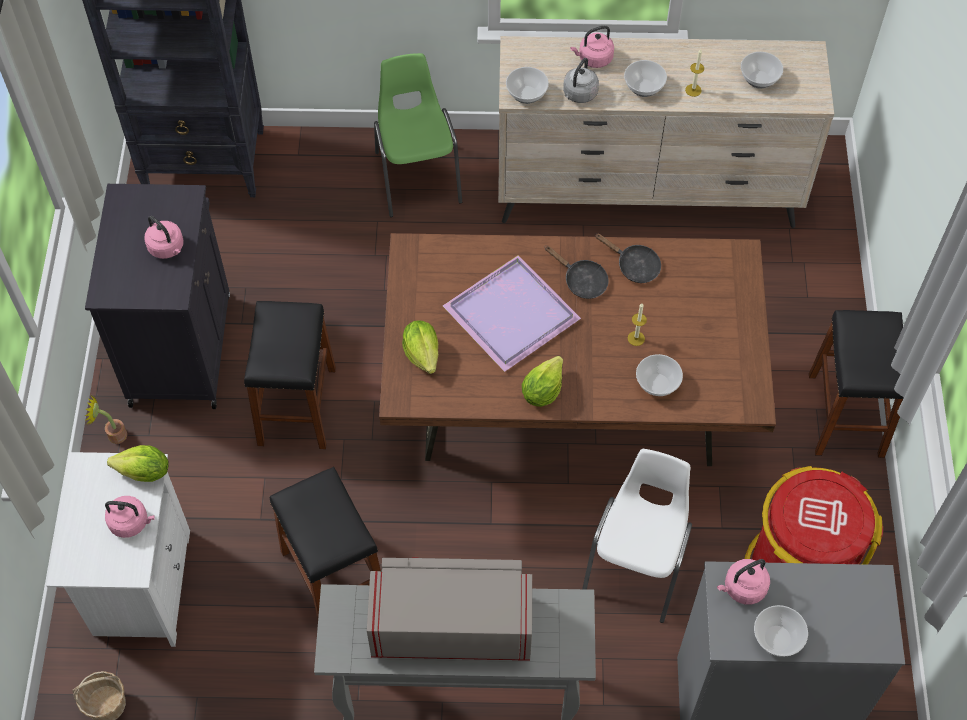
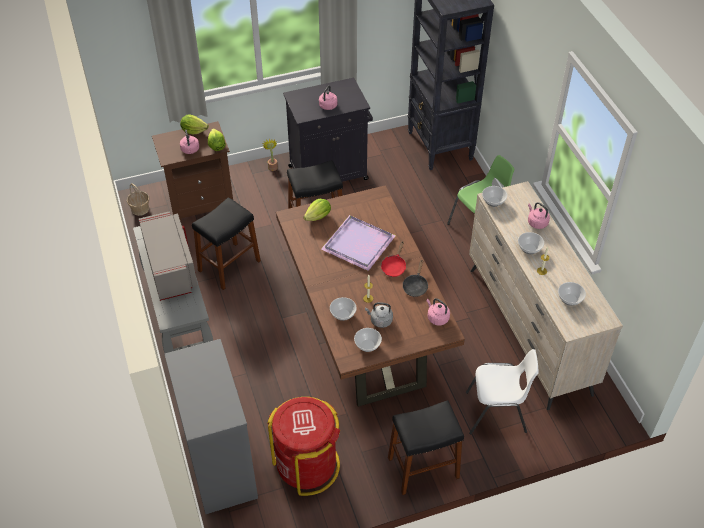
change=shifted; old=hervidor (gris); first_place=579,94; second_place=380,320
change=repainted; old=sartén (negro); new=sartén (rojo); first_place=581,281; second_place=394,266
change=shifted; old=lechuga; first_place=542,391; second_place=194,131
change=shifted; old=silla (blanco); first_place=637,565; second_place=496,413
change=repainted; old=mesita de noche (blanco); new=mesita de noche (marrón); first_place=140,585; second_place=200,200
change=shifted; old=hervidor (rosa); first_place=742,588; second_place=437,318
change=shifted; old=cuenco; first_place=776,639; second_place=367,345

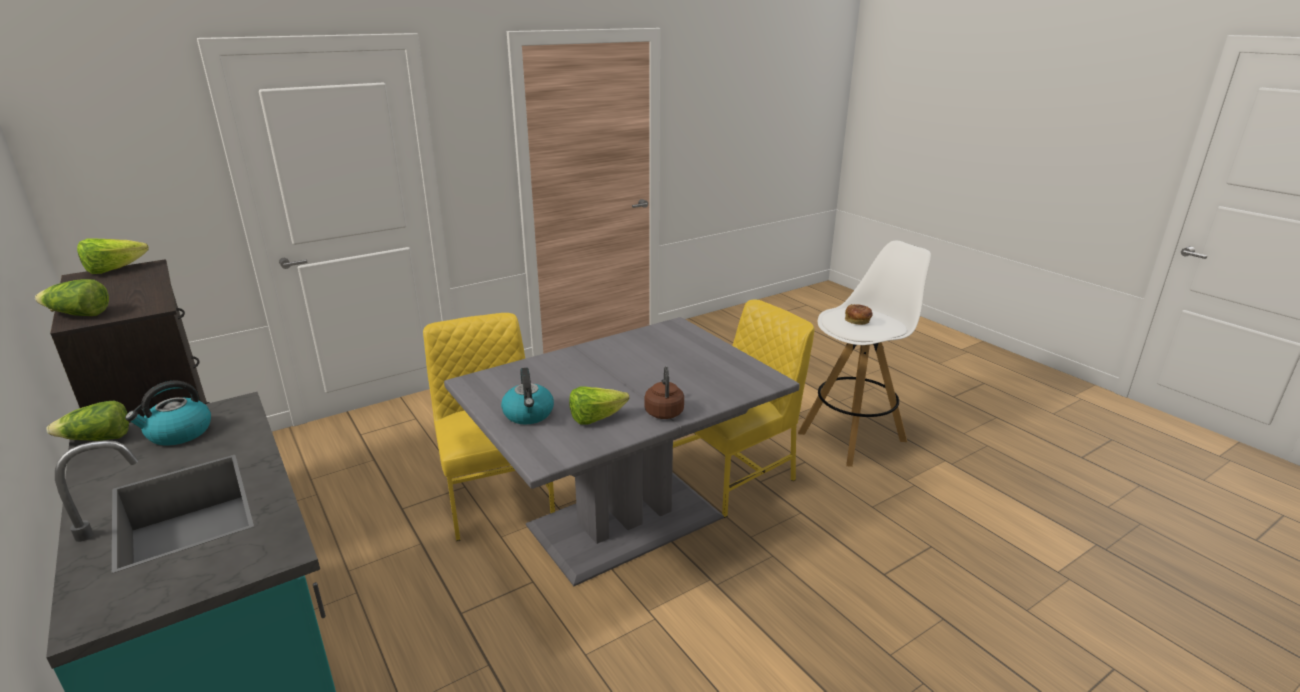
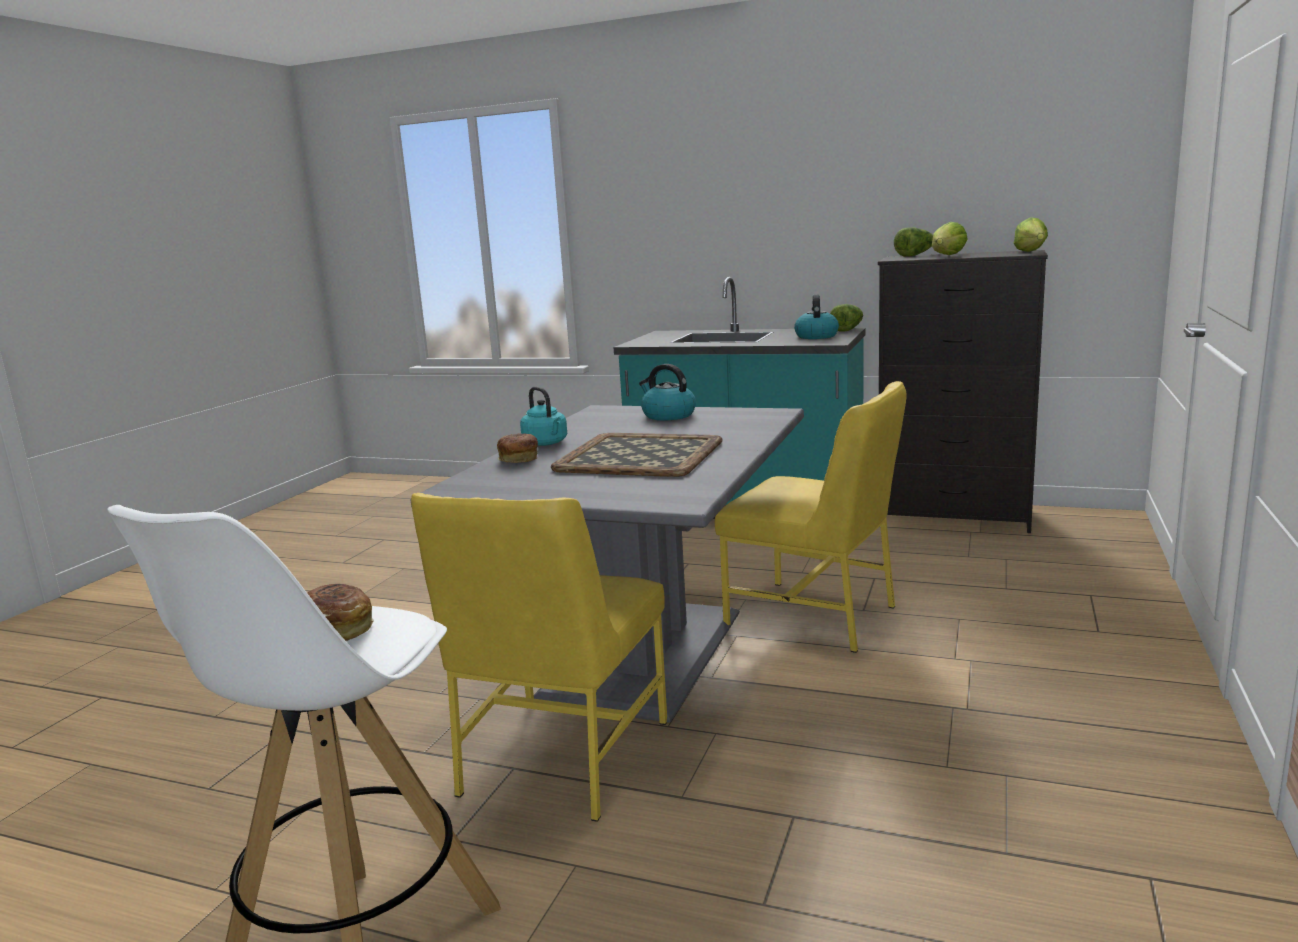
change=repainted; old=hervidor (marrón); new=hervidor (turquesa); first_place=664,411; second_place=546,443
change=shifted; old=lechuga; first_place=595,418; second_place=947,255
change=new; new=pan; second_place=518,459
change=new; new=bandeja; second_place=640,456

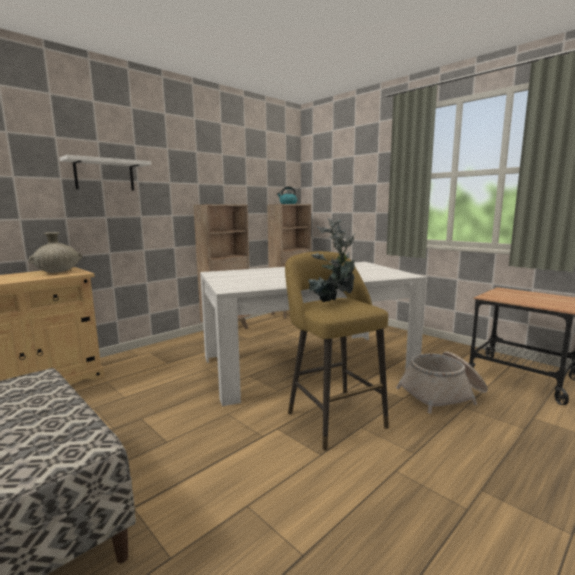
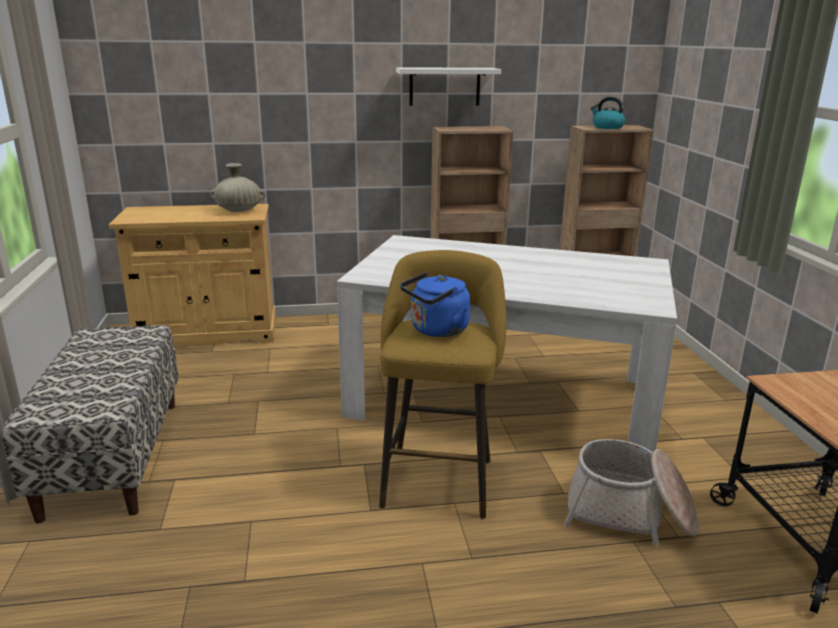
change=shifted; old=estante (blanco); first_place=104,175; second_place=444,86
change=swapped; old=planta en maceta; new=hervidor (azul); first_place=333,303; second_place=436,330

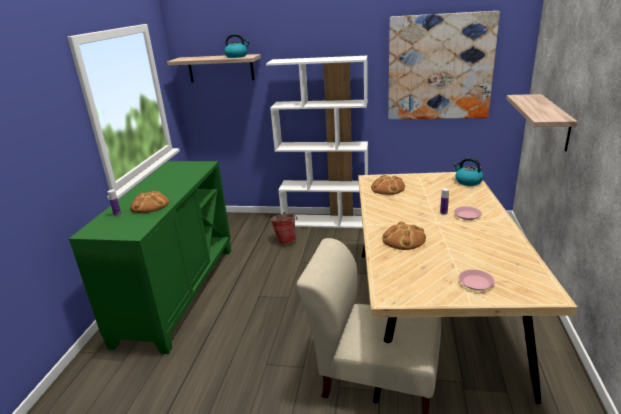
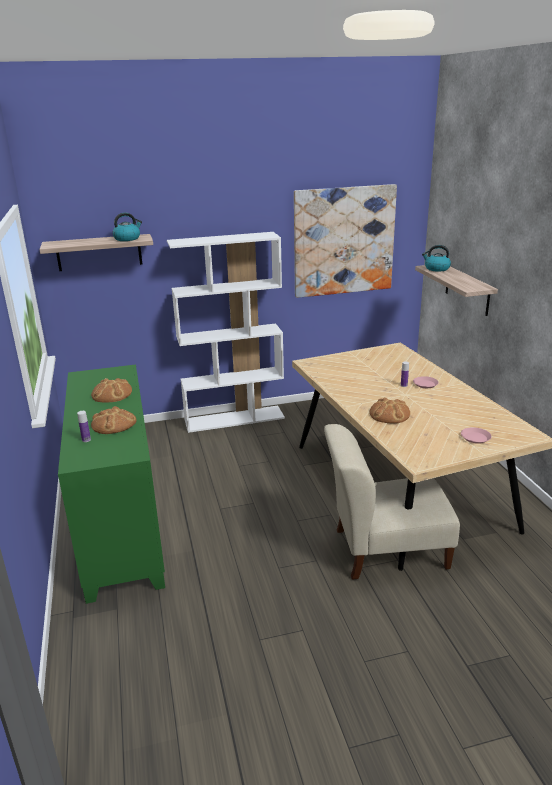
change=shifted; old=hervidor; first_place=468,181; second_place=436,269
change=shifted; old=pan; first_place=387,188; second_place=112,393
change=gone; old=cubo; first_place=286,240

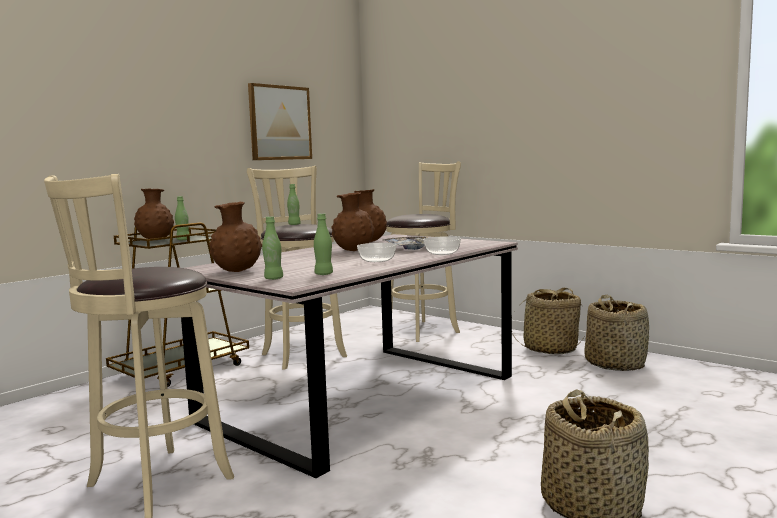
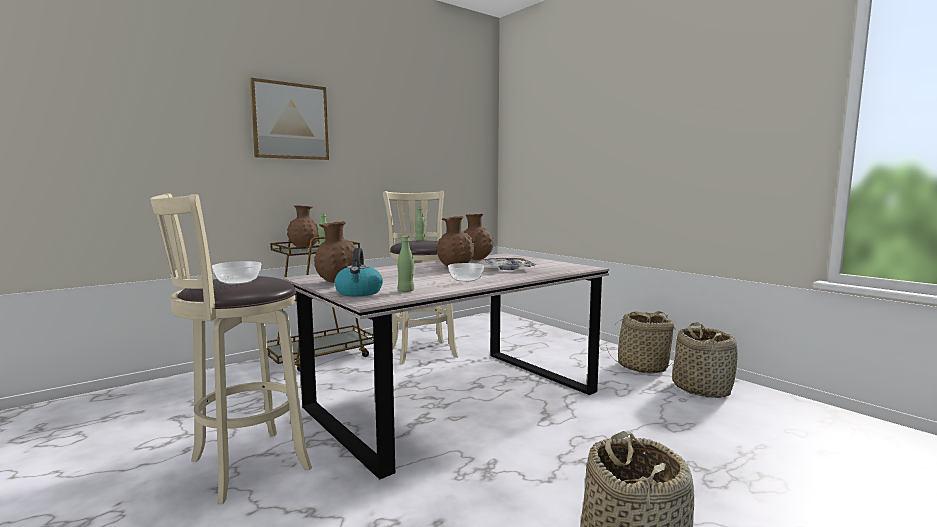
change=shifted; old=cuadro; first_place=279,123; second_place=290,121
change=gone; old=taburete (beis); first_place=424,330
change=swapped; old=botella (verde); new=hervidor; first_place=273,278; second_place=359,292
change=shifted; old=cuenco; first_place=442,253; second_place=237,282

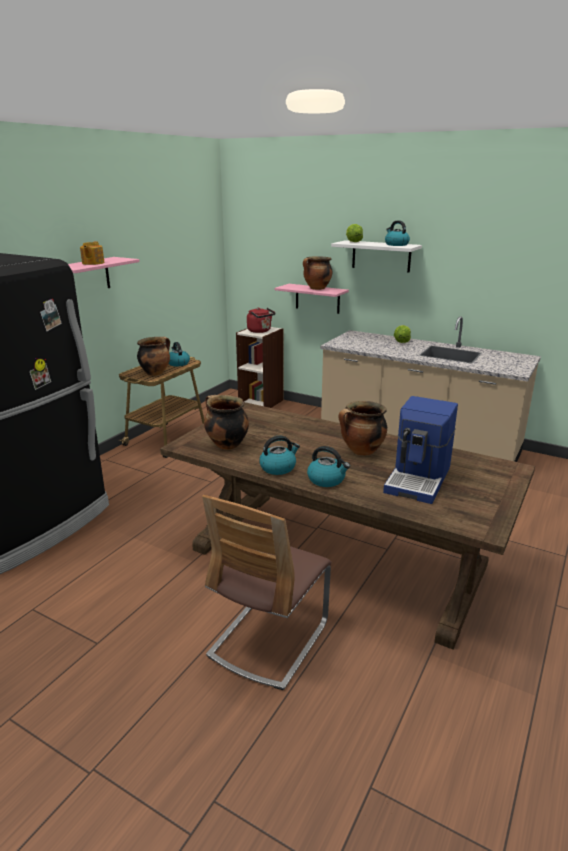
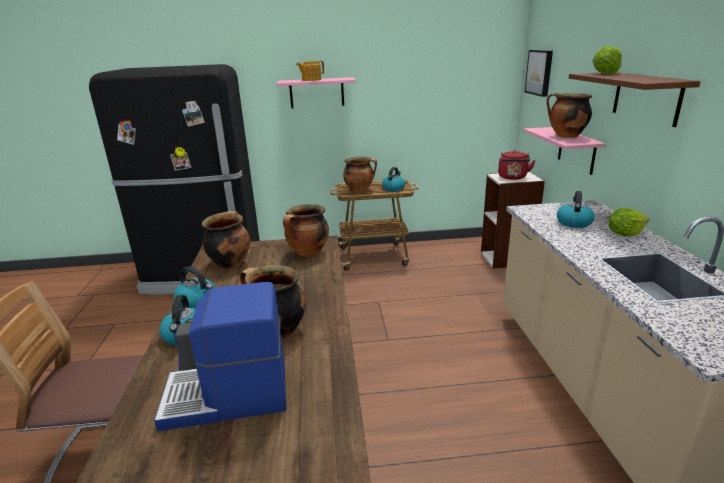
change=shifted; old=hervidor; first_place=396,244; second_place=573,222
change=repainted; old=estante (blanco); new=estante (marrón); first_place=381,256; second_place=646,97
change=new; new=cuadro; second_place=540,72
change=new; new=olla; second_place=308,253

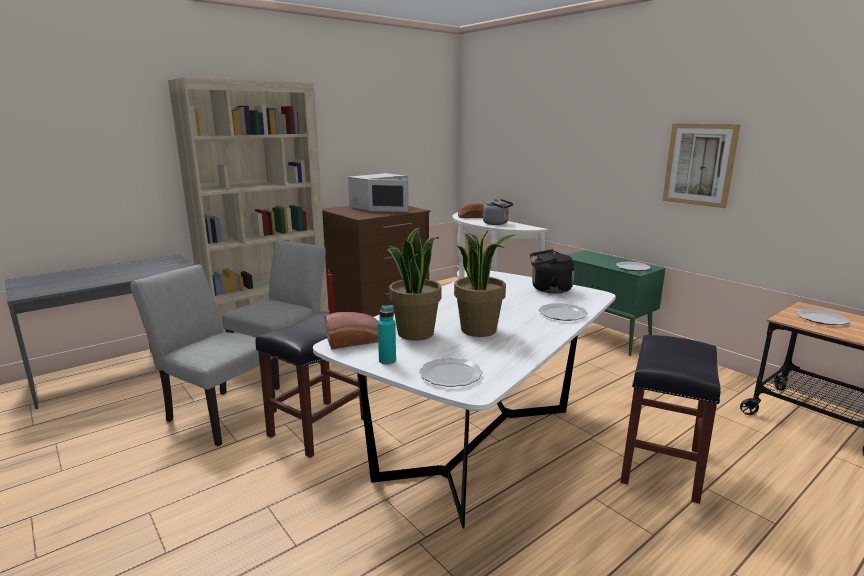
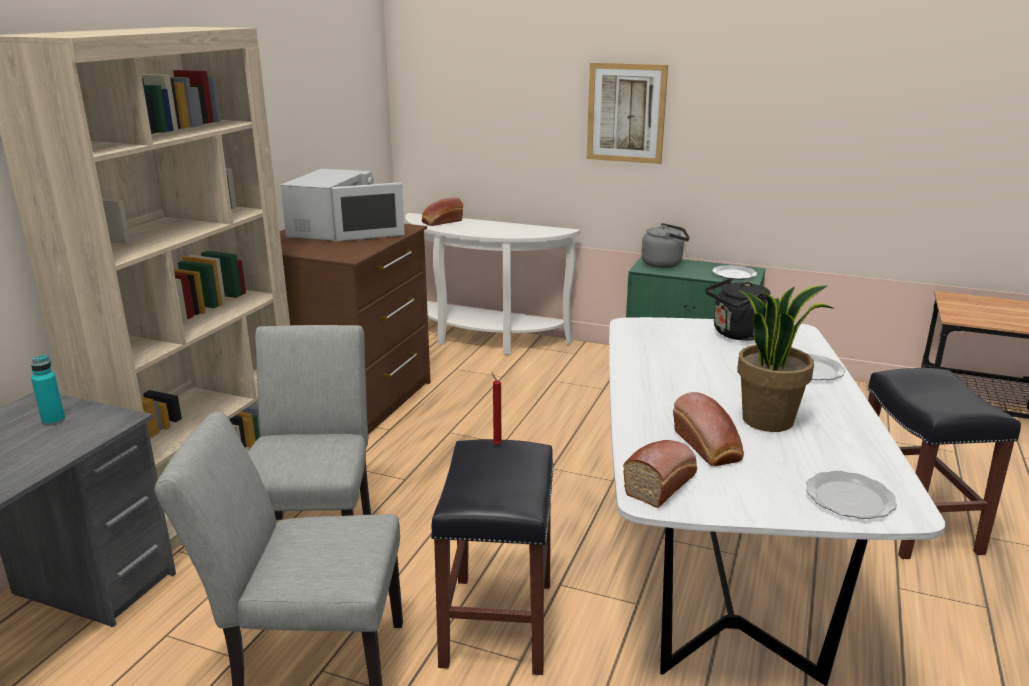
change=shifted; old=cuadro; first_place=699,164; second_place=626,113
change=shifted; old=hervidor (gris); first_place=497,223; second_place=664,264
change=swapped; old=planta en maceta; new=pan; first_place=415,333; second_place=708,447
change=shifted; old=botella (turquesa); first_place=387,360; second_place=53,421
change=gone; old=plato; first_place=820,319

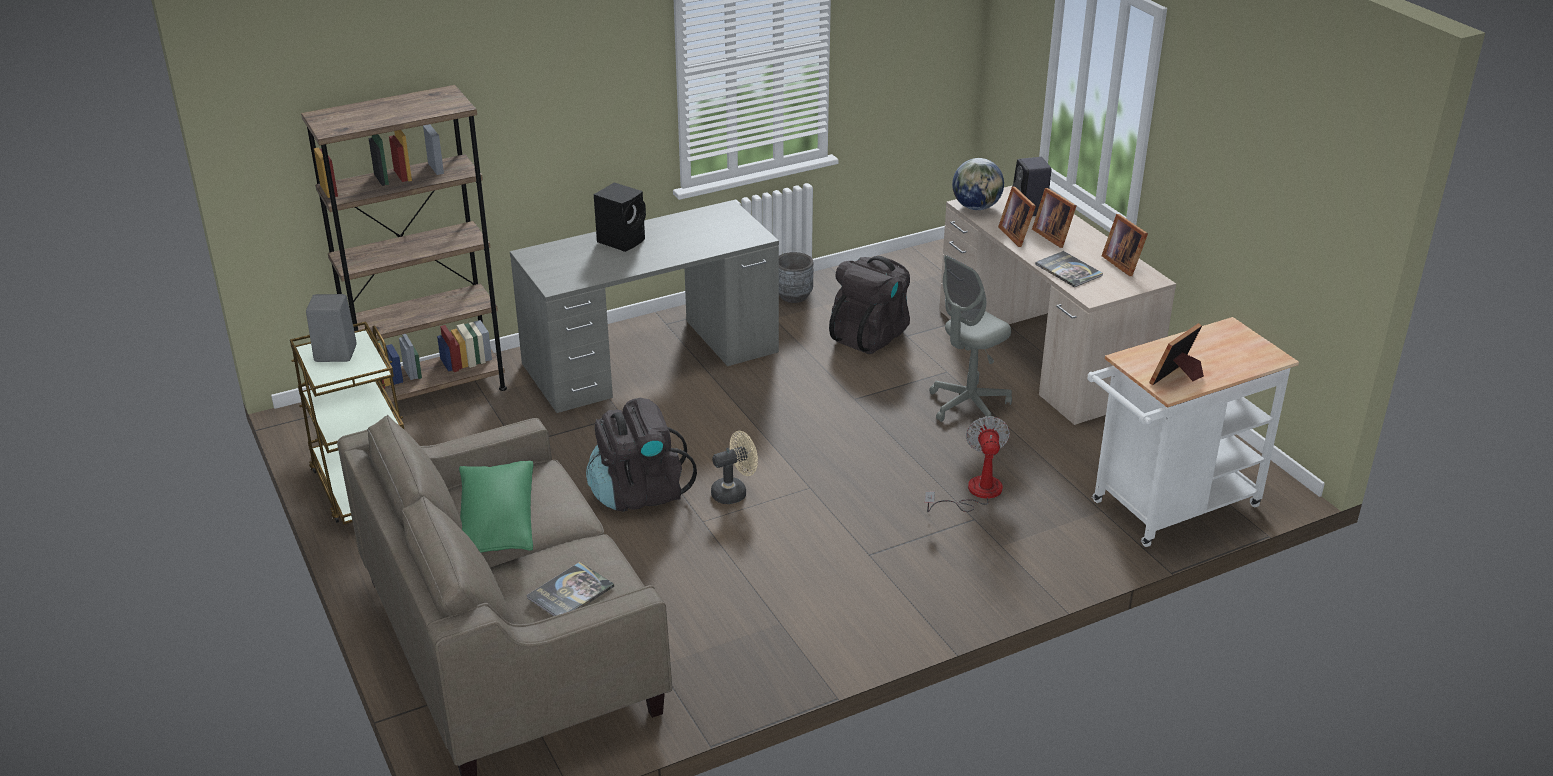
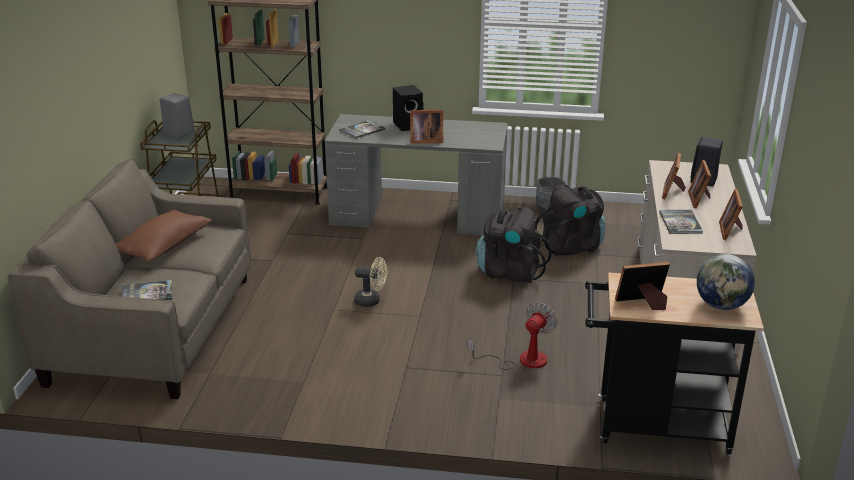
change=shifted; old=globo terráqueo; first_place=976,207; second_place=721,305
change=gone; old=silla de oficina (gris); first_place=968,405
change=repainted; old=carrito (blanco); new=carrito (negro); first_place=1167,508; second_place=653,426
change=shifted; old=mochila (negro); first_place=639,493; second_place=509,272
change=repainted; old=cojín (verde); new=cojín (marrón); first_place=497,523; second_place=164,246
change=new; new=portarretratos; second_place=425,140
change=new; new=libro; second_place=362,130

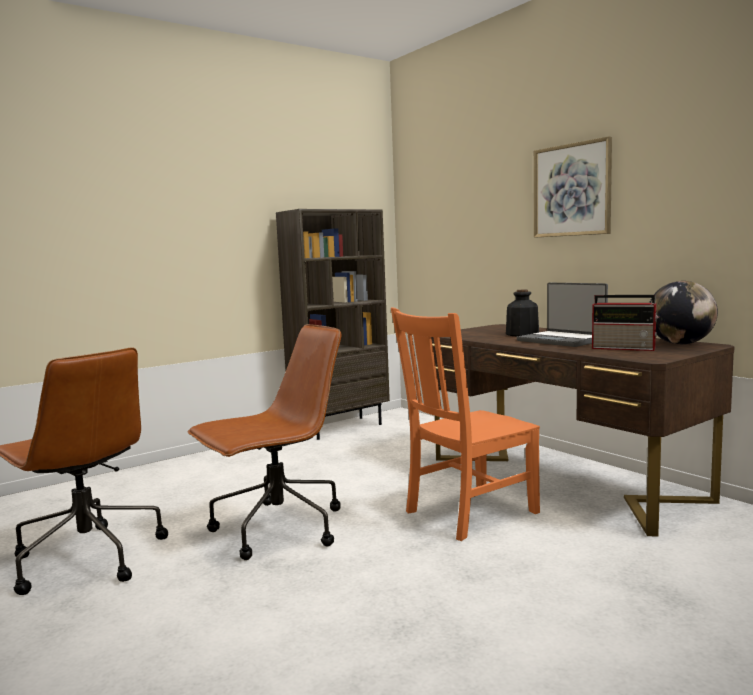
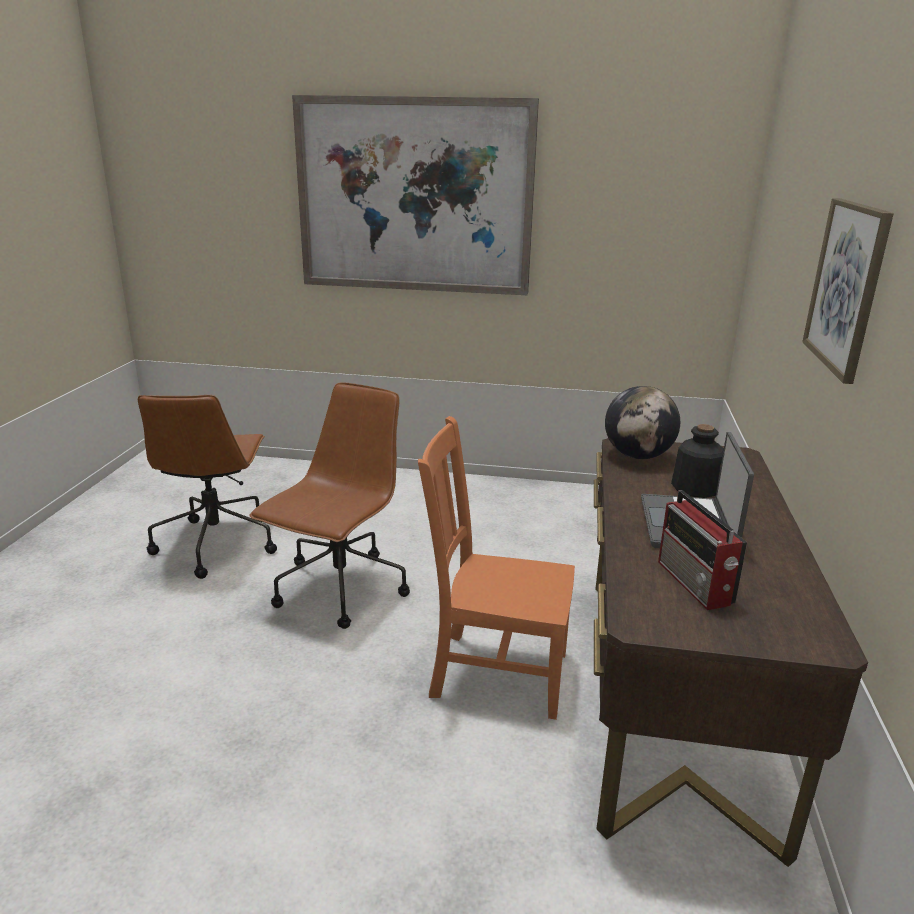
change=gone; old=estantería (marrón); first_place=340,428
change=shifted; old=globo terráqueo; first_place=680,344; second_place=638,456
change=rotated; old=silla de oficina (marrón); first_place=277,529; second_place=340,590; degrees=-75
change=new; new=cuadro; second_place=415,196

